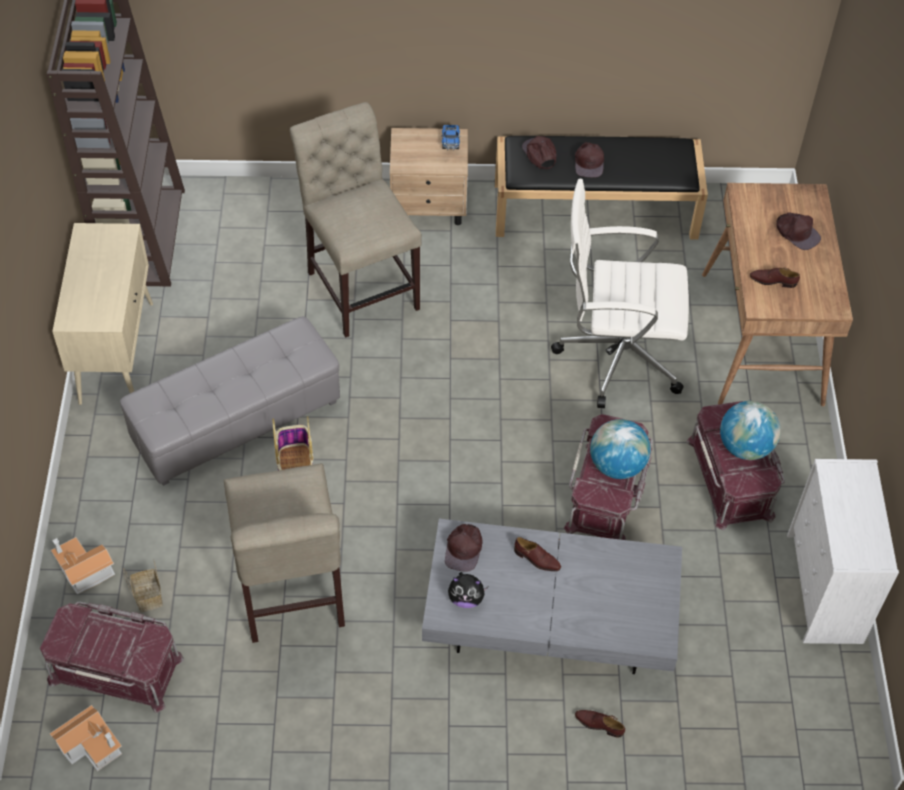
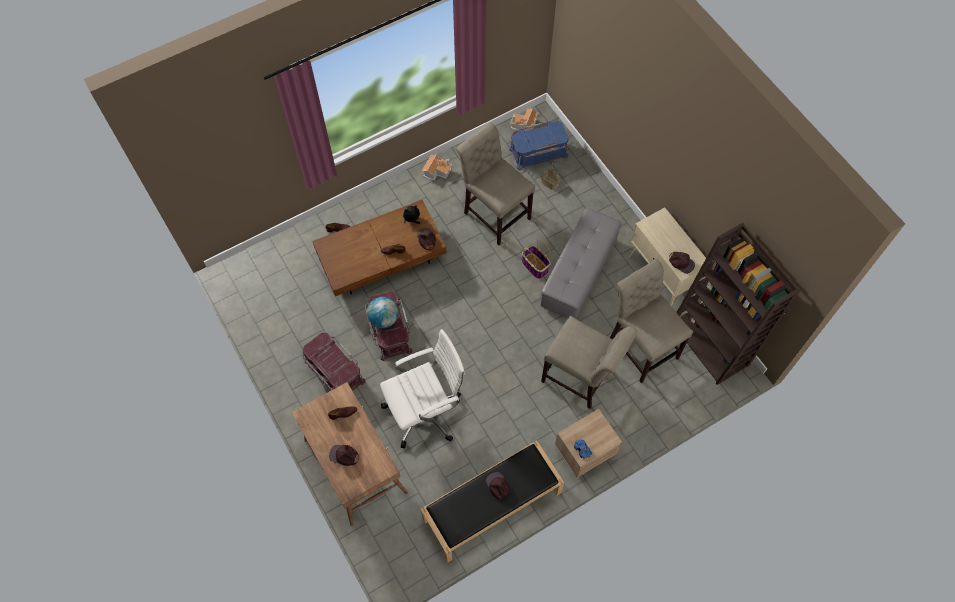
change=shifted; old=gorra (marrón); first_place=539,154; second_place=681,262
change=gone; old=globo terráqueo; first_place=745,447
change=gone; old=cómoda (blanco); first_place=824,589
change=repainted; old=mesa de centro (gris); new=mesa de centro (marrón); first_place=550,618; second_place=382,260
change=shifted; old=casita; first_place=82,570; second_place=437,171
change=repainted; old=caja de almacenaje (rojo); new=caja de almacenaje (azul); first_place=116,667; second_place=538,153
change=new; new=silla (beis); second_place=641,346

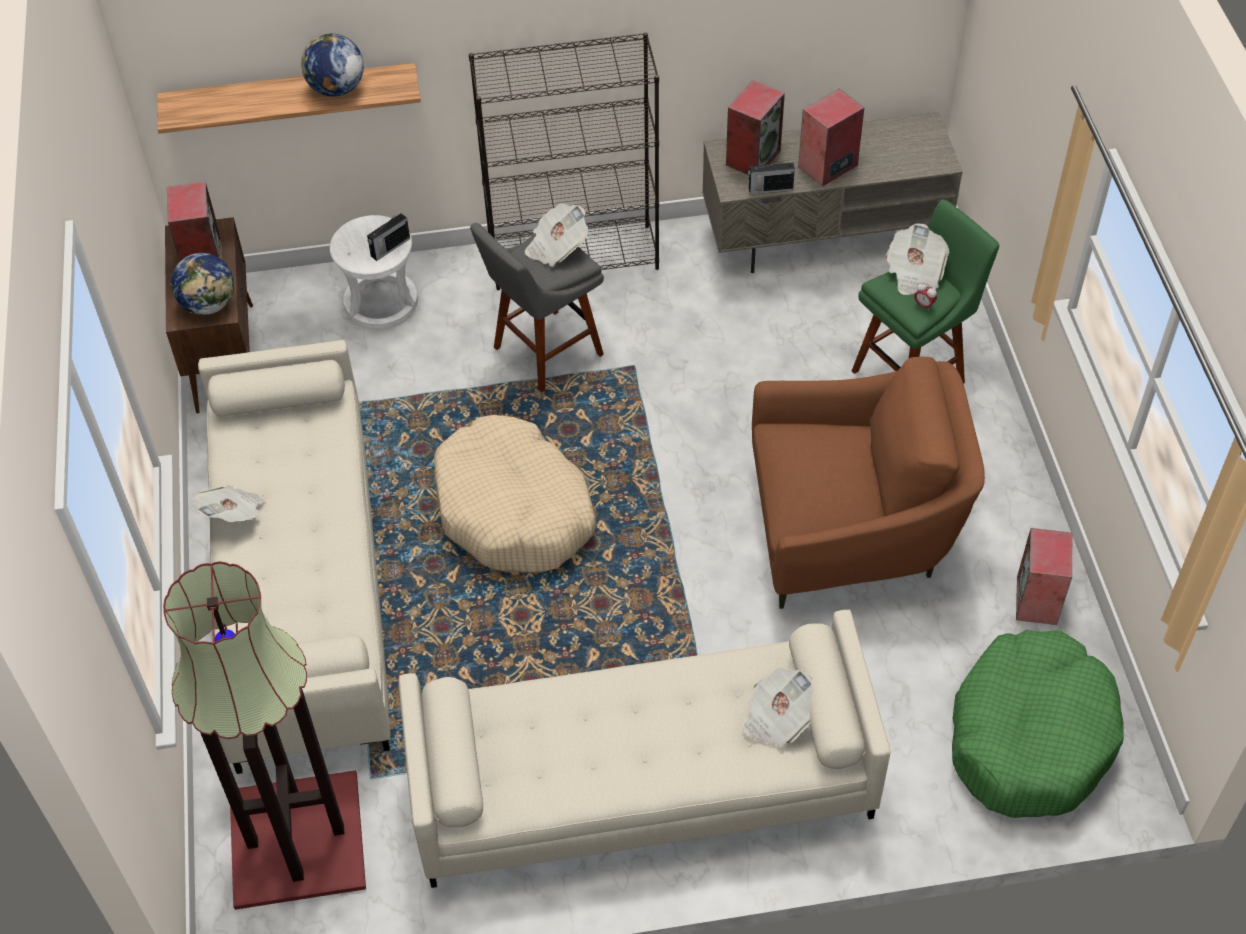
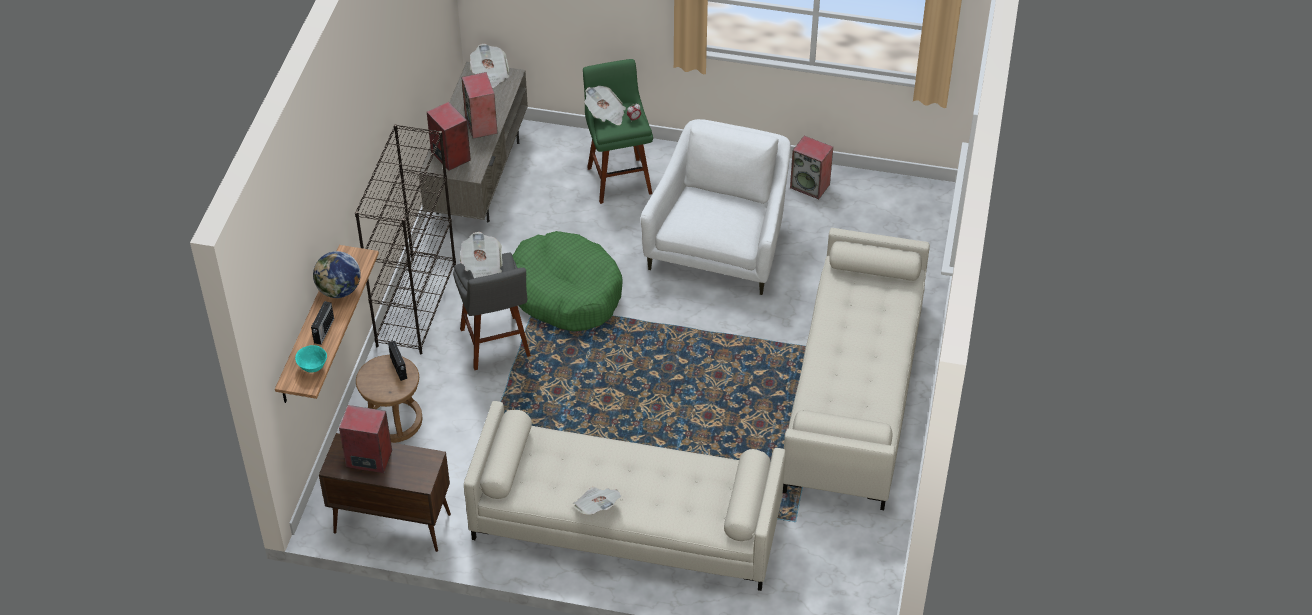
change=shifted; old=radio; first_place=769,189; second_place=323,331
change=repainted; old=taburete (blanco); new=taburete (marrón); first_place=381,303; second_place=393,420
change=gone; old=globo terráqueo; first_place=209,304
change=repainted; old=sillón (marrón); new=sillón (blanco); first_place=851,528; second_place=720,244
change=gone; old=cama para perro (beis); first_place=514,510
change=gone; old=lámpara de pie; first_place=295,838
change=shifted; old=cama para perro (verde); first_place=1030,736; second_place=565,292
change=shifted; old=periódico; first_place=777,718; second_place=490,74
change=new; new=cuenco (turquesa); second_place=313,367

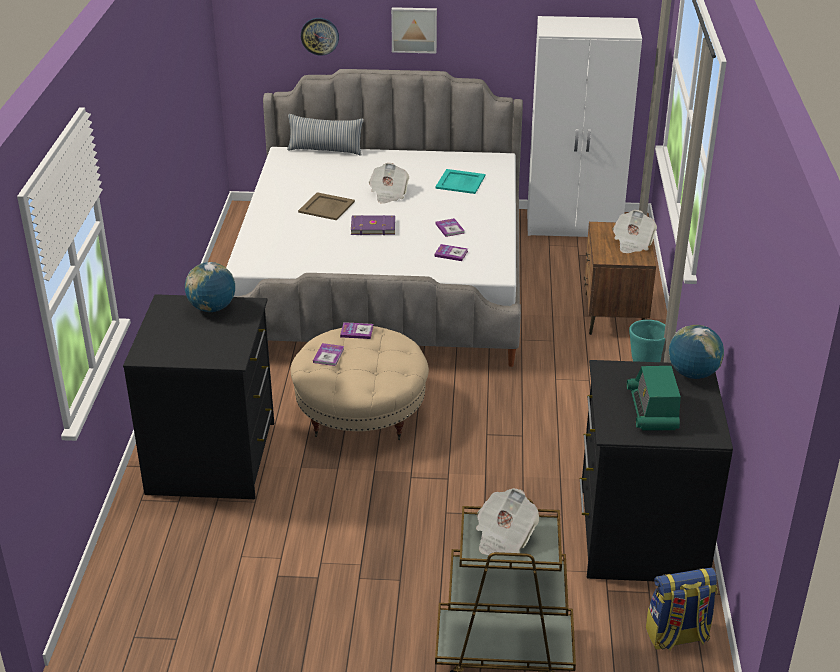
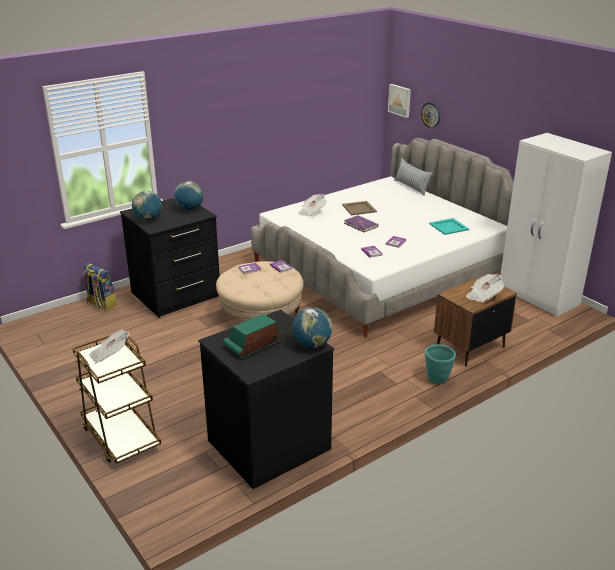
change=shifted; old=cuadro; first_place=414,29; second_place=400,100
change=shifted; old=periódico; first_place=388,194; second_place=312,212
change=shifted; old=mochila; first_place=677,636; second_place=101,304
change=new; new=globo terráqueo; second_place=148,219

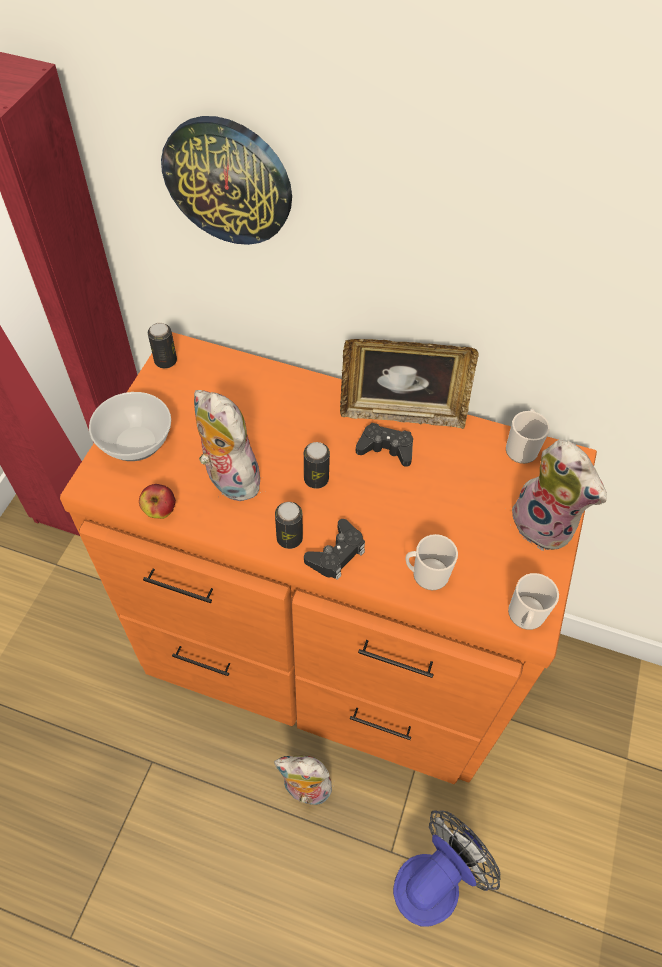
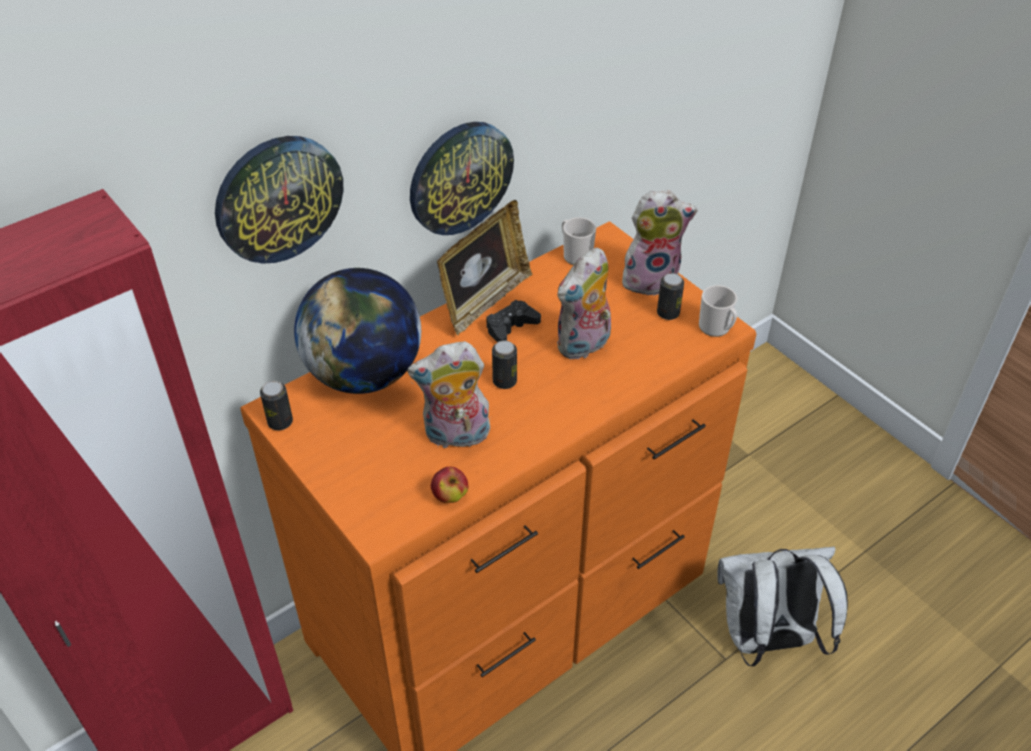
change=gone; old=cuenco; first_place=137,442
change=shifted; old=lata; first_place=289,538; second_place=668,313
change=gone; old=mando de consola (negro); first_place=336,554
change=gone; old=taza grande; first_place=426,574
change=shifted; old=peluche; first_place=305,790; second_place=584,346
change=swapped; old=ventilador; new=mochila (blanco); first_place=435,879; second_place=766,640
change=new; new=reloj de pared; second_place=460,177
change=new; new=globo terráqueo; second_place=364,374

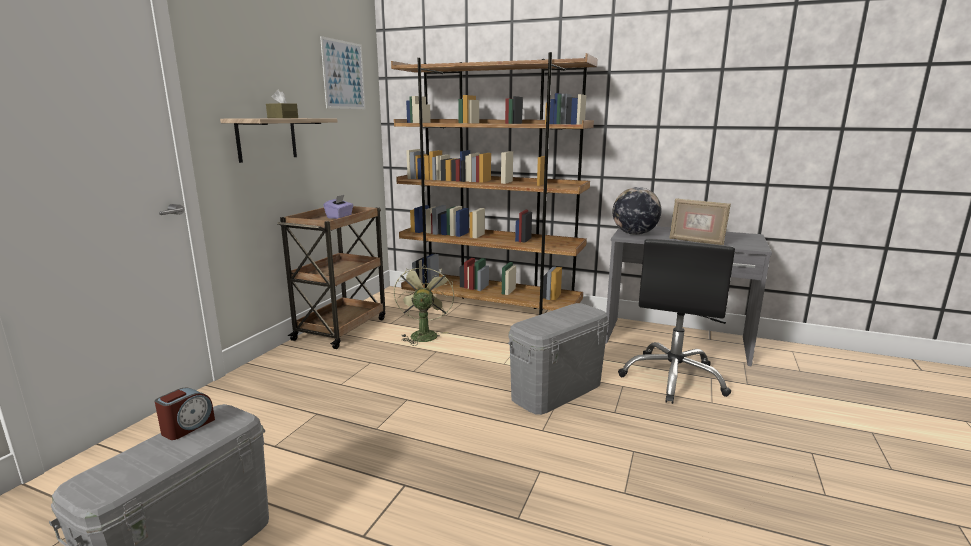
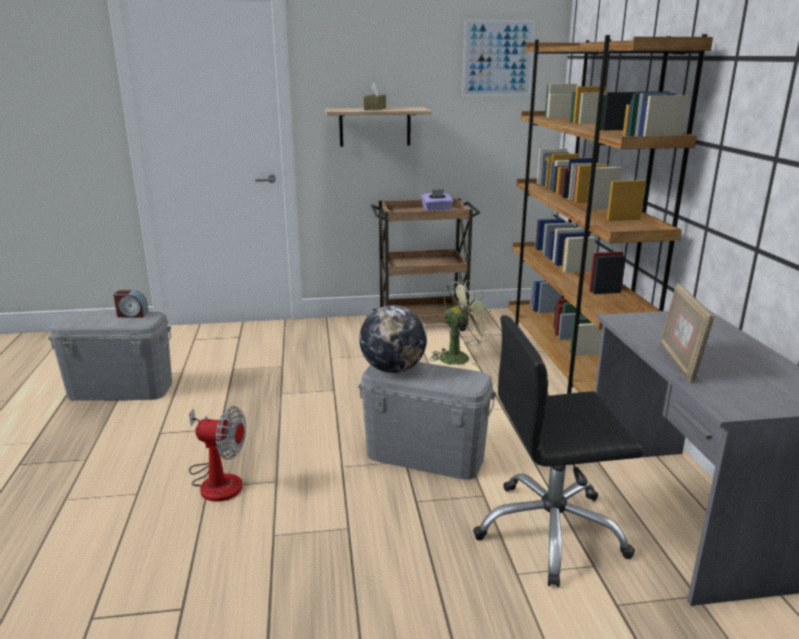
change=shifted; old=globo terráqueo; first_place=634,234; second_place=393,369
change=new; new=ventilador; second_place=217,480

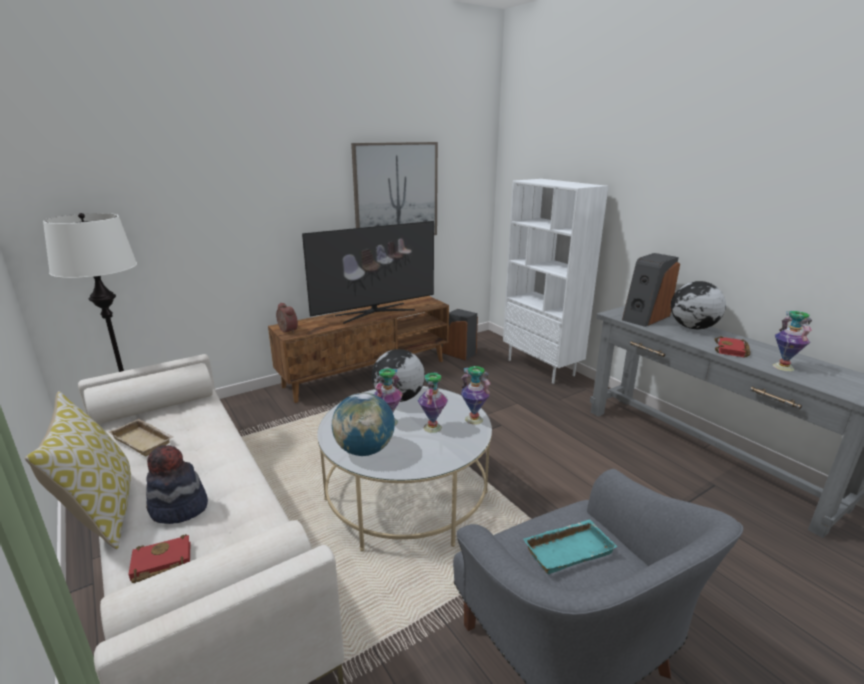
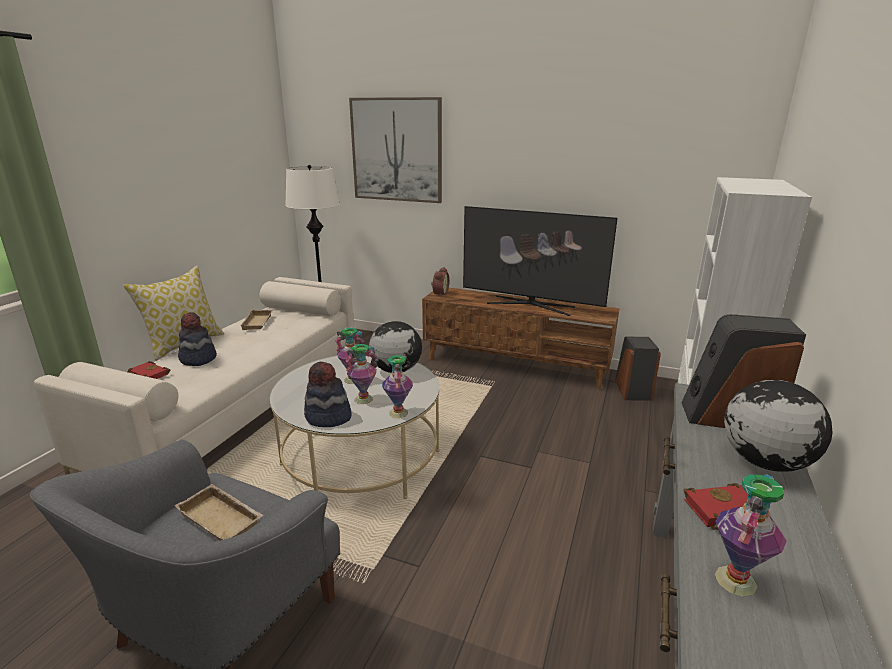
change=shifted; old=cuadro; first_place=396,192; second_place=396,150
change=gone; old=globo terráqueo; first_place=364,450
change=repainted; old=bandeja (turquesa); new=bandeja (beis); first_place=568,549; second_place=223,518
change=new; new=sombrero; second_place=328,417

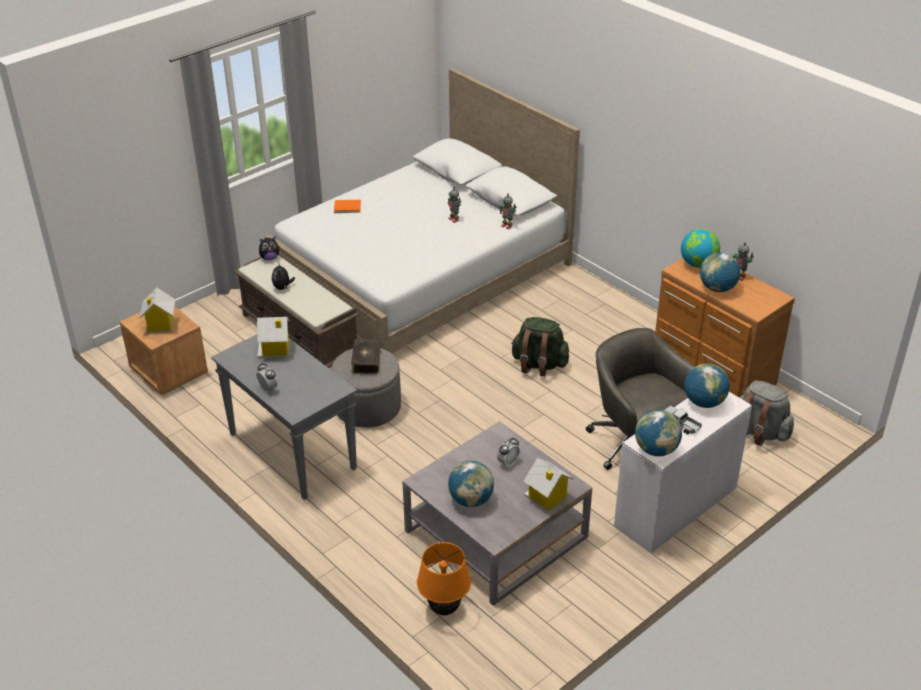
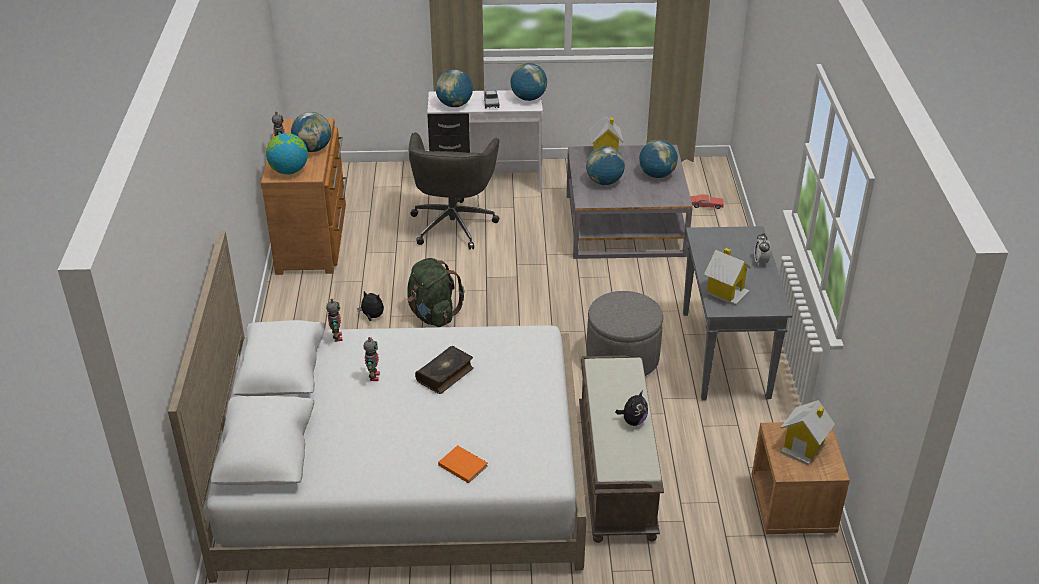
change=shifted; old=peluche; first_place=269,258; second_place=372,317
change=shifted; old=libro; first_place=365,361; second_place=445,375
change=gone; old=mochila (gris); first_place=759,432
change=swapped; old=despertador; new=globo terráqueo; first_place=508,463; second_place=604,182
change=swapped; old=lámpara de mesa (naranja); new=coche de juguete (rojo); first_place=444,609; second_place=705,205

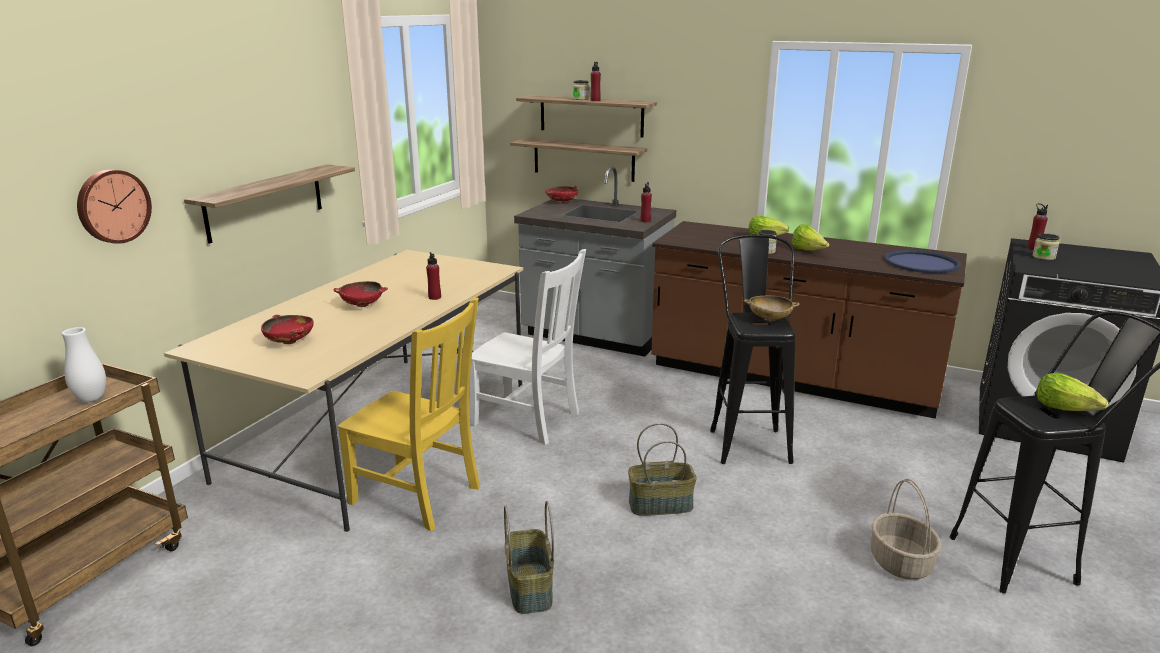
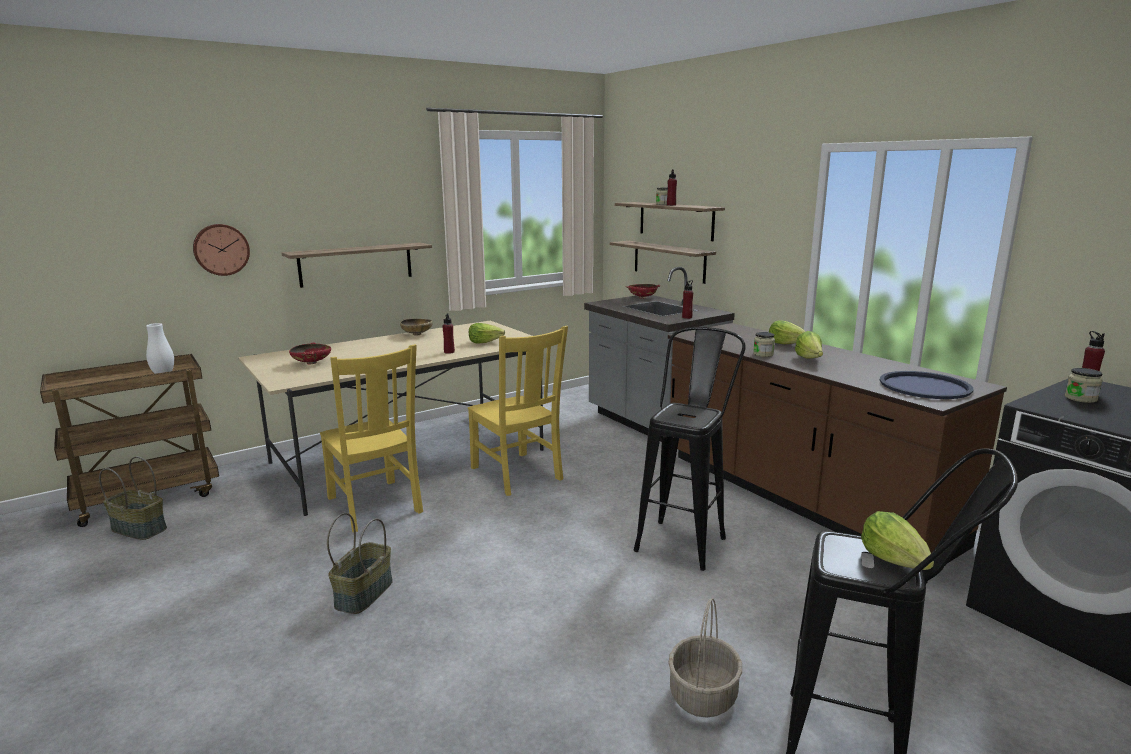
change=repainted; old=silla (blanco); new=silla (amarillo); first_place=528,420; second_place=517,474
change=gone; old=cuenco (rojo); first_place=362,305
change=shifted; old=cuenco (beis); first_place=769,319; second_place=417,334
change=shifted; old=cesta; first_place=661,504; second_place=140,529
change=new; new=lechuga; second_place=485,342

